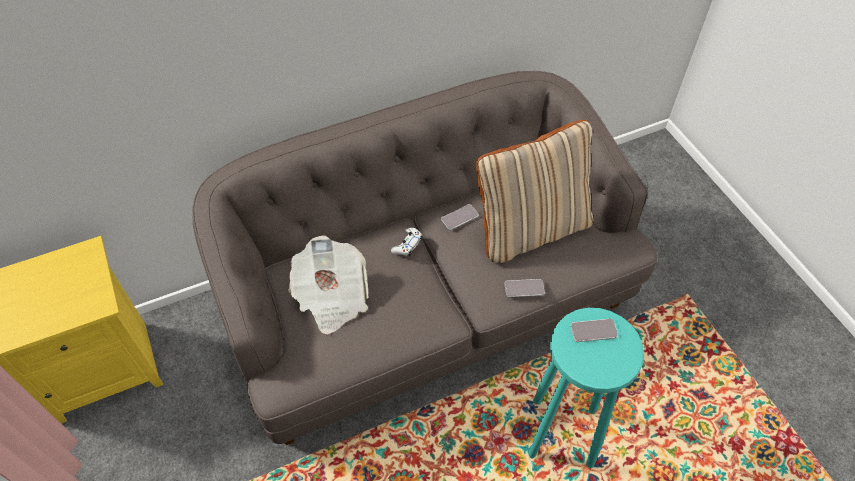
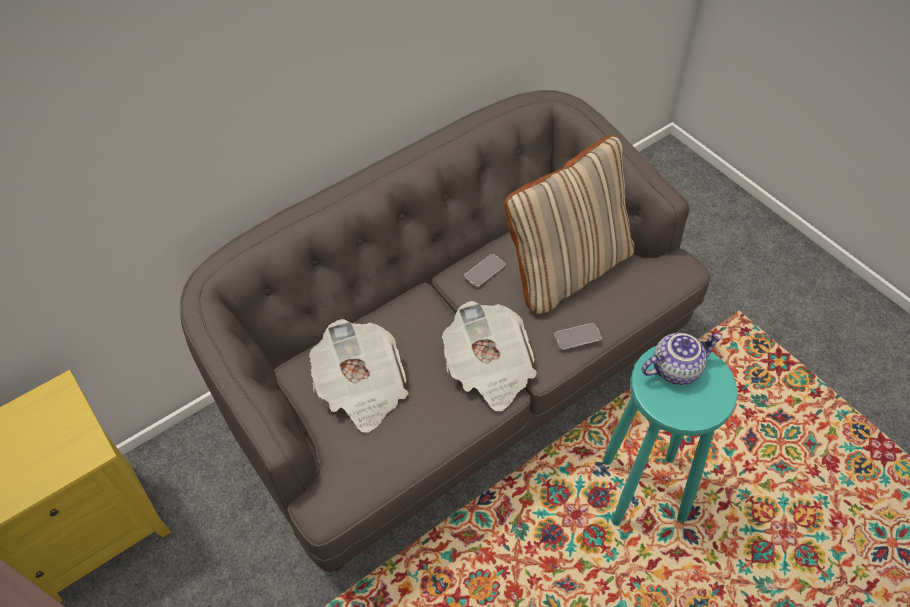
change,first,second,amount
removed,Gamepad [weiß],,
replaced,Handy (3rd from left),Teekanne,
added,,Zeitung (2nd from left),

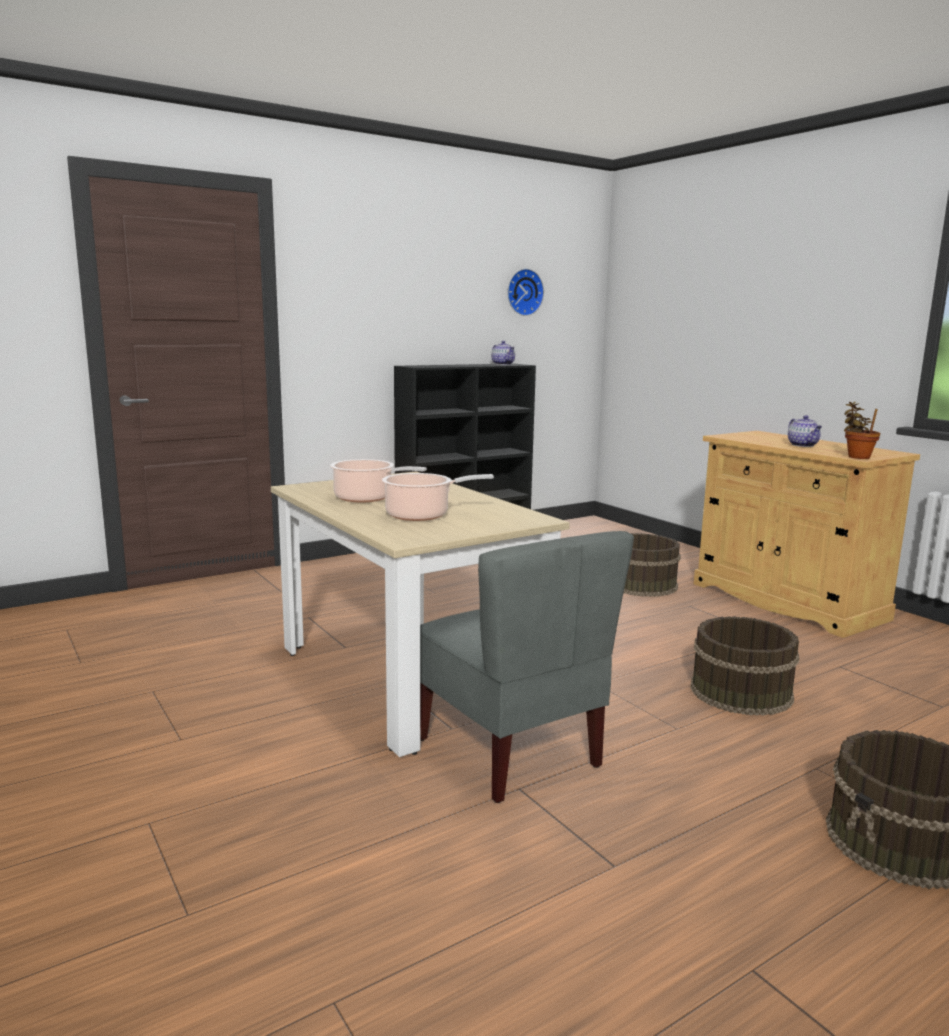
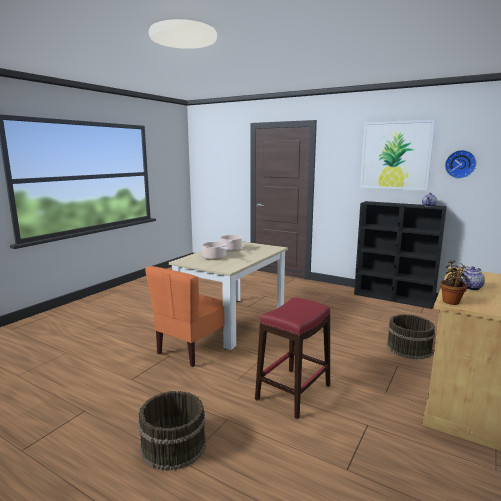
change,first,second,amount
recoloured,Stuhl [grau],Stuhl [orange],
replaced,Eimer [braun] (2nd from left),Hocker [rot],
added,,Bild,

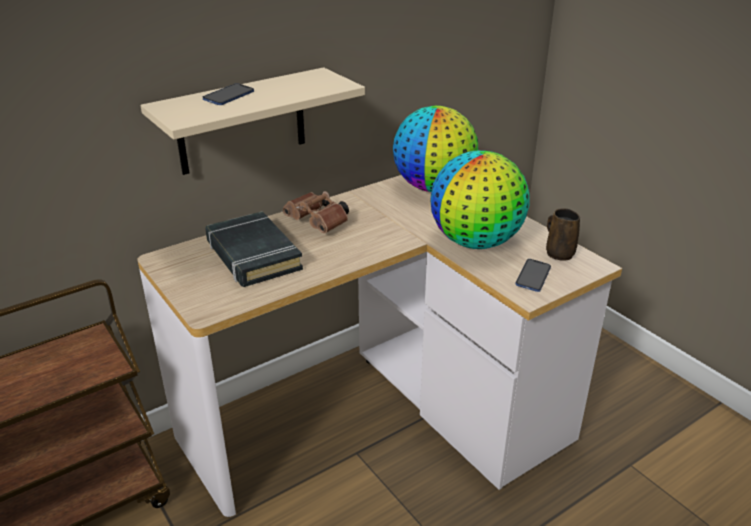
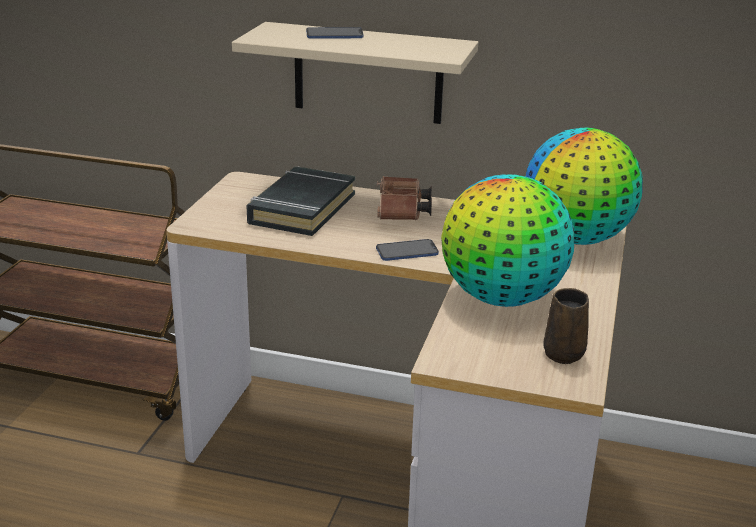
change,first,second,amount
moved,Handy (2nd from left),,

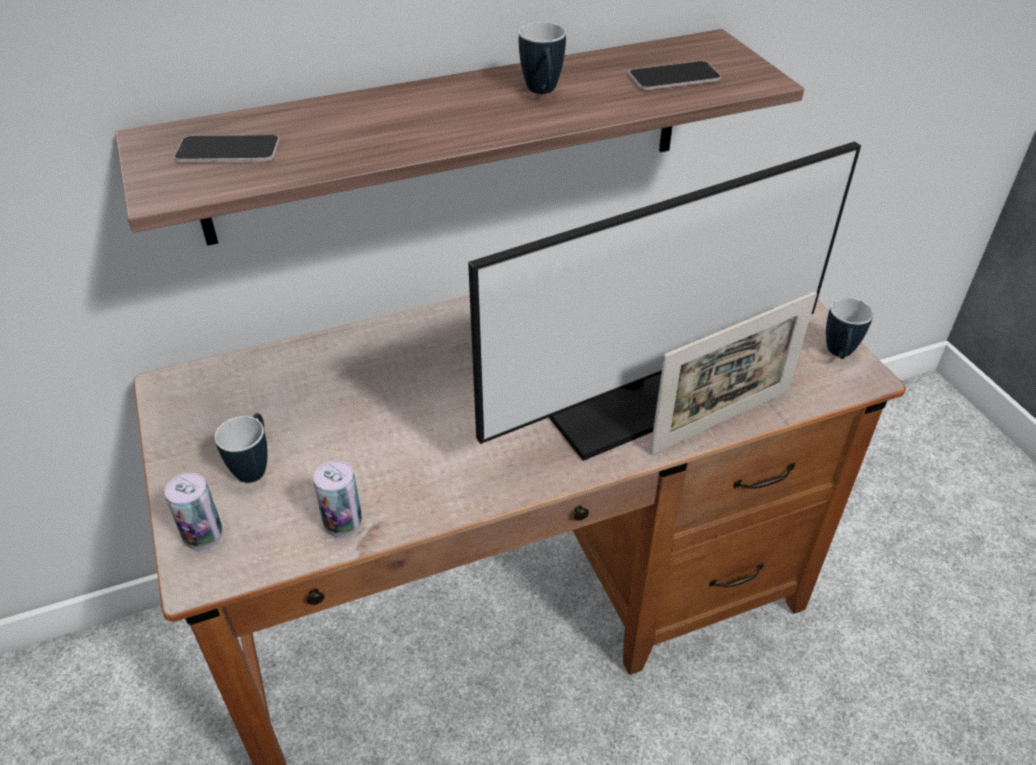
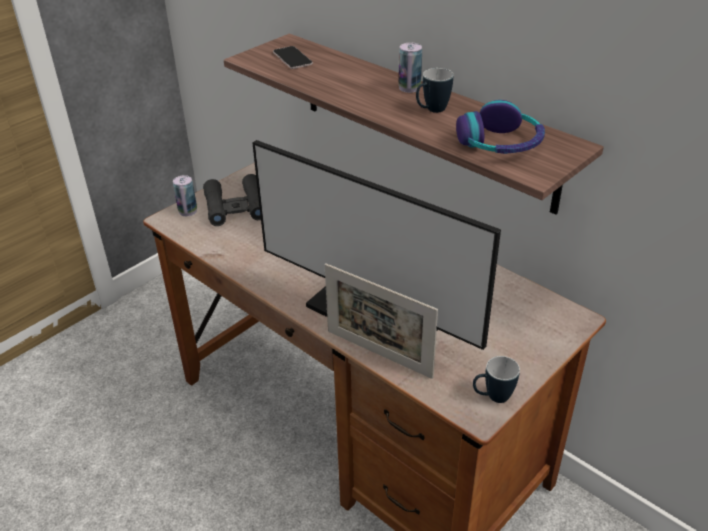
change,first,second,amount
replaced,Handy (2nd from left),Kopfhörer,
replaced,Henkelbecher (1st from left),Fernglas [schwarz],
moved,Dose (2nd from left),,

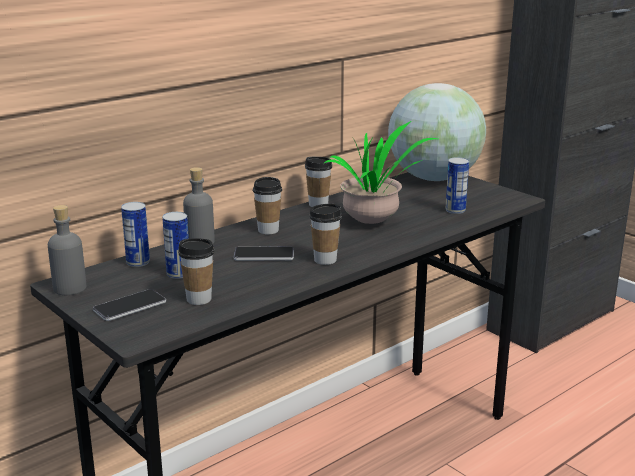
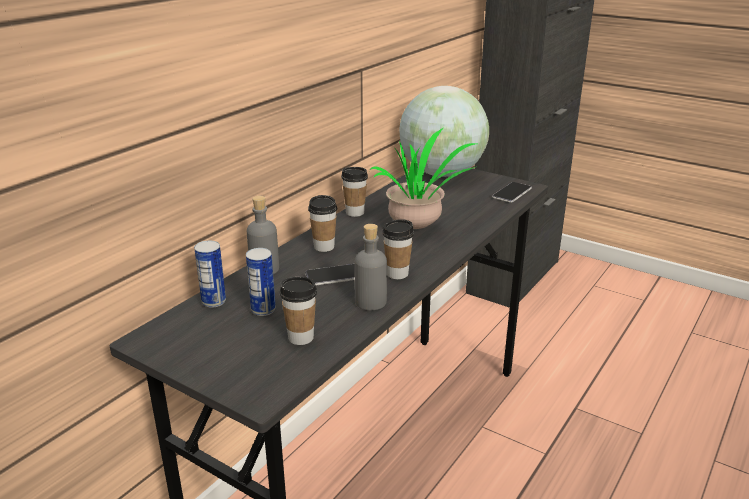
change,first,second,amount
removed,Dose (3rd from left),,
moved,Flasche [grau] (1st from left in the first image),Flasche [grau] (2nd from left),
moved,Handy (1st from left in the first image),Handy (2nd from left),

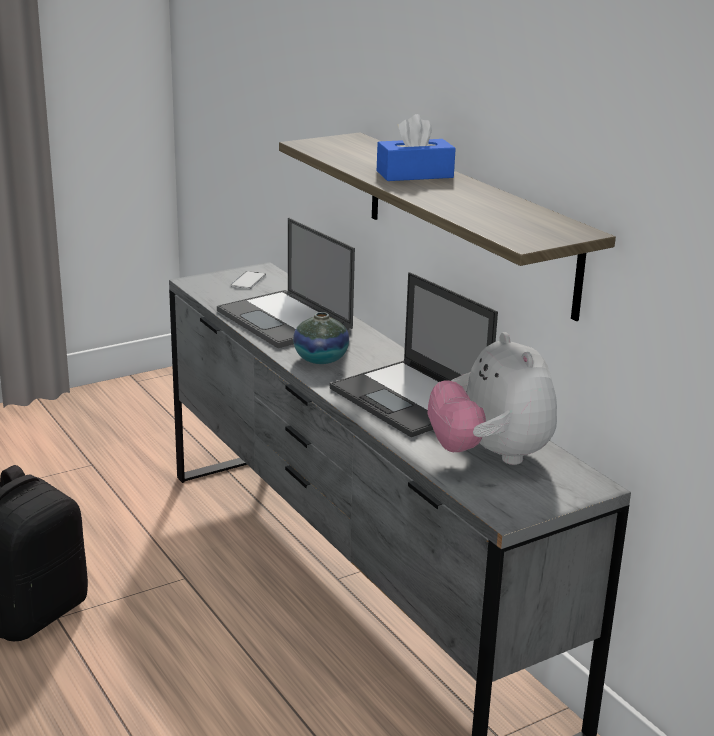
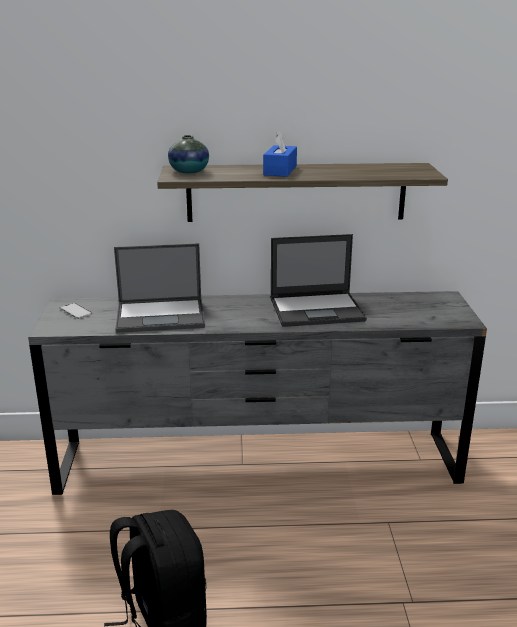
change,first,second,amount
moved,Vase,,
removed,Plüschtier,,

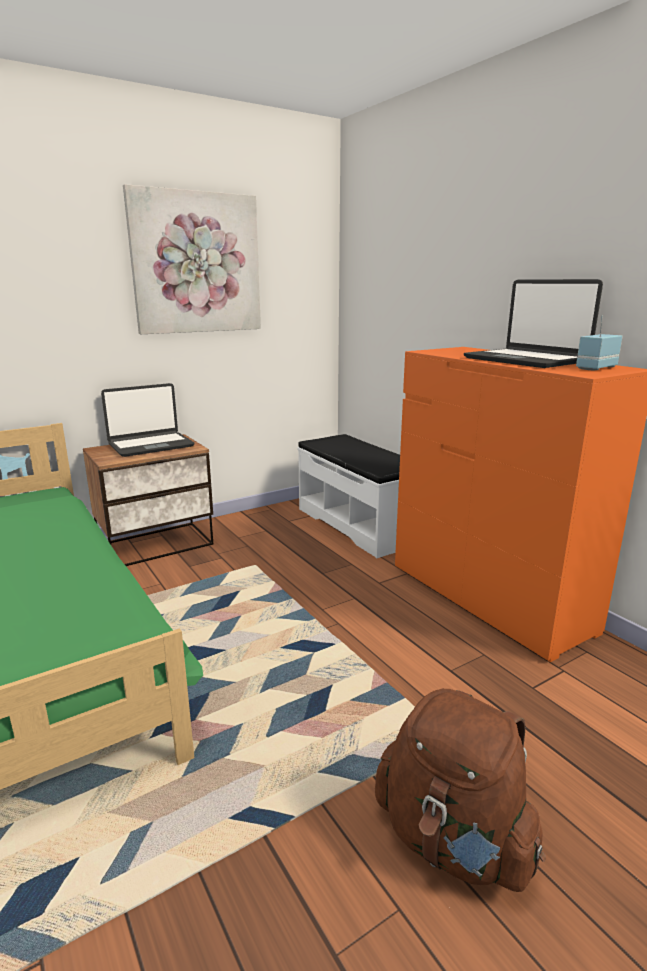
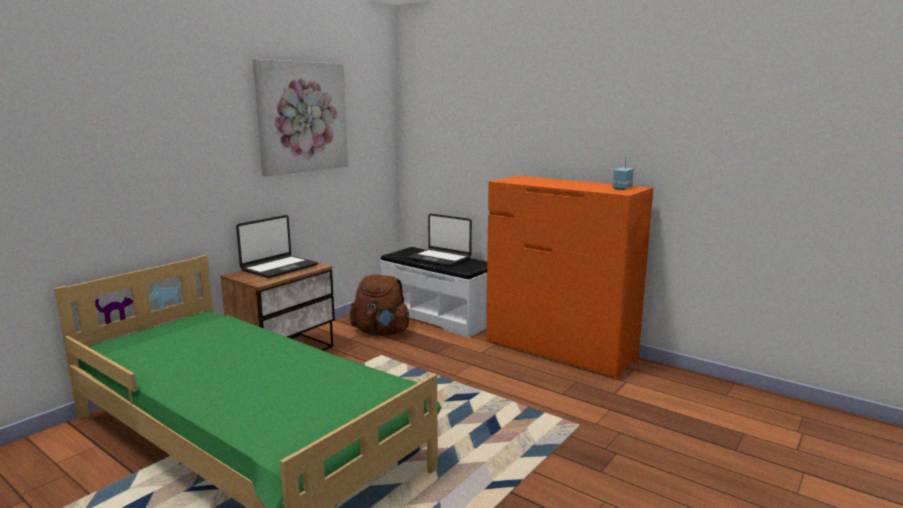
change,first,second,amount
moved,Laptop (2nd from left),,
moved,Rucksack [braun],,

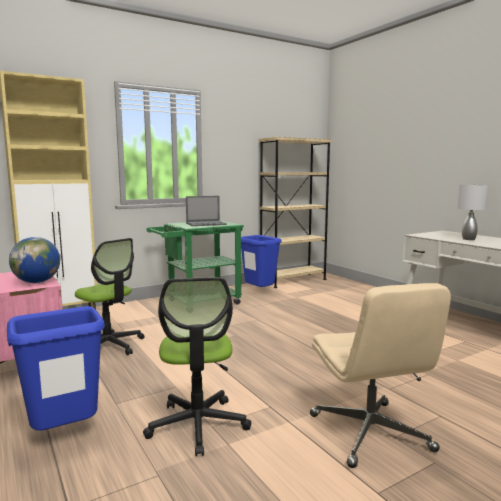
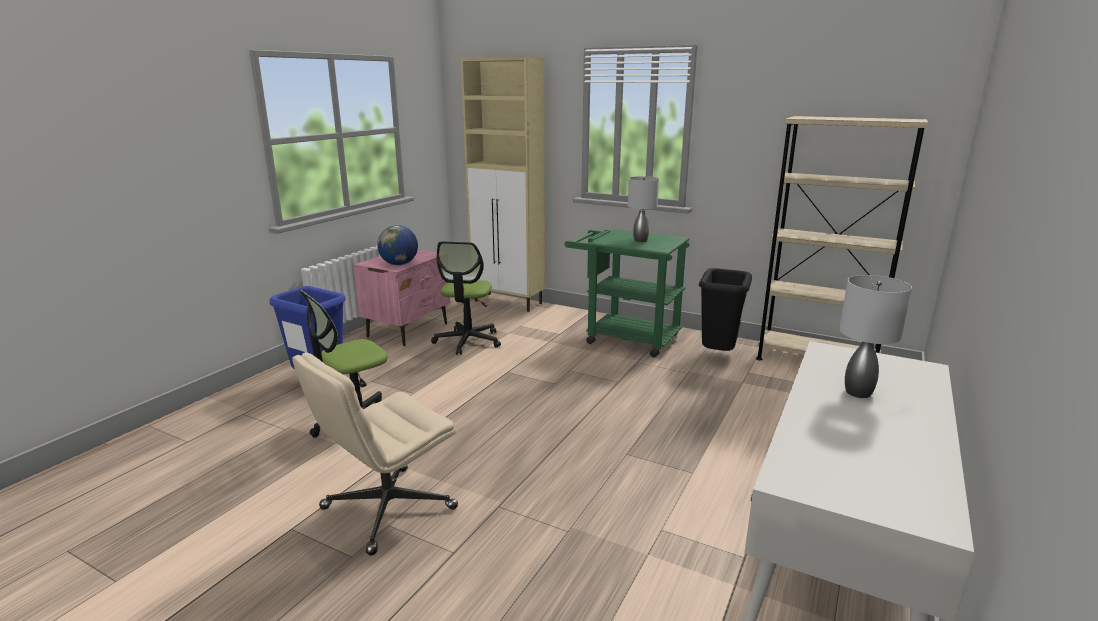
change,first,second,amount
replaced,Laptop,Tischlampe [grau] (1st from left),
recoloured,Mülleimer [blau] (2nd from left),Mülleimer [schwarz],

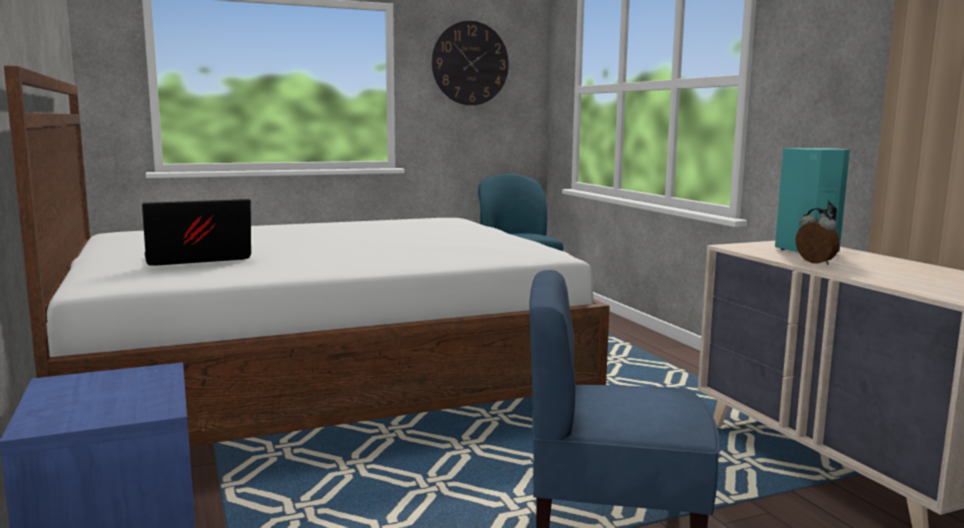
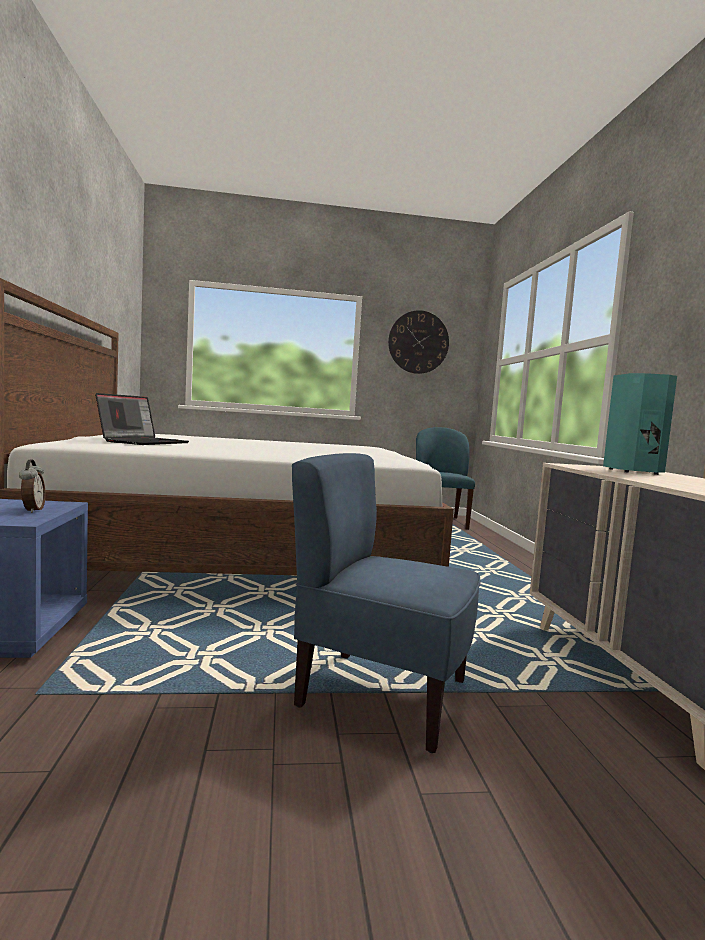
change,first,second,amount
turned,Laptop,,120 degrees clockwise
moved,Wecker,,

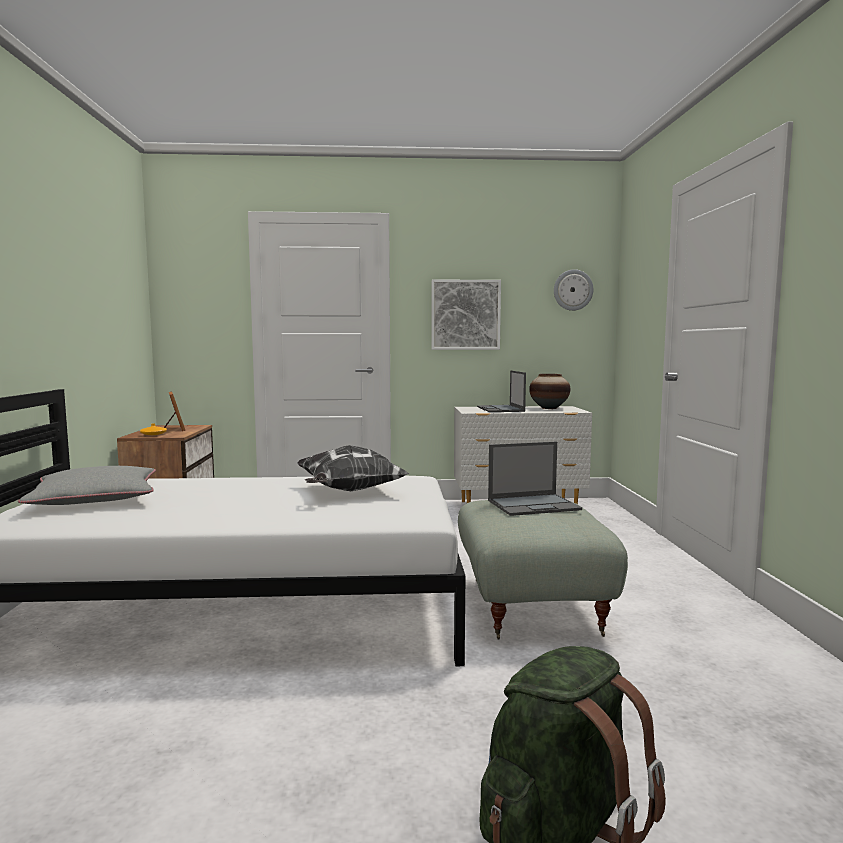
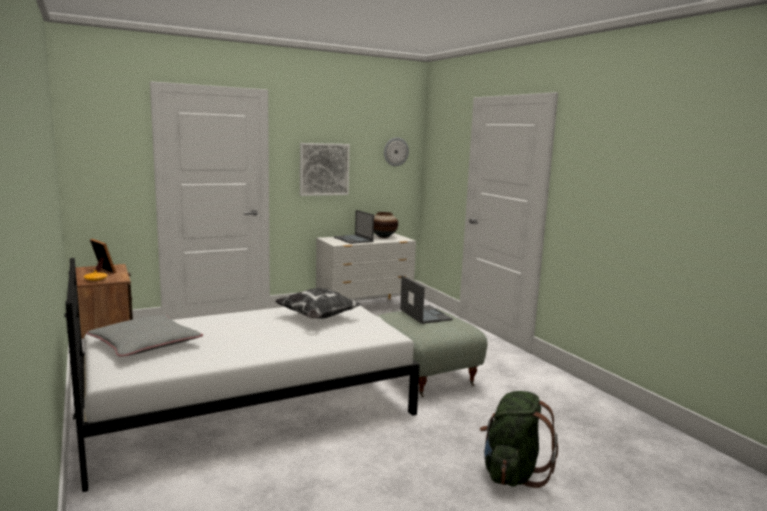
change,first,second,amount
turned,Laptop (2nd from left),,75 degrees counterclockwise

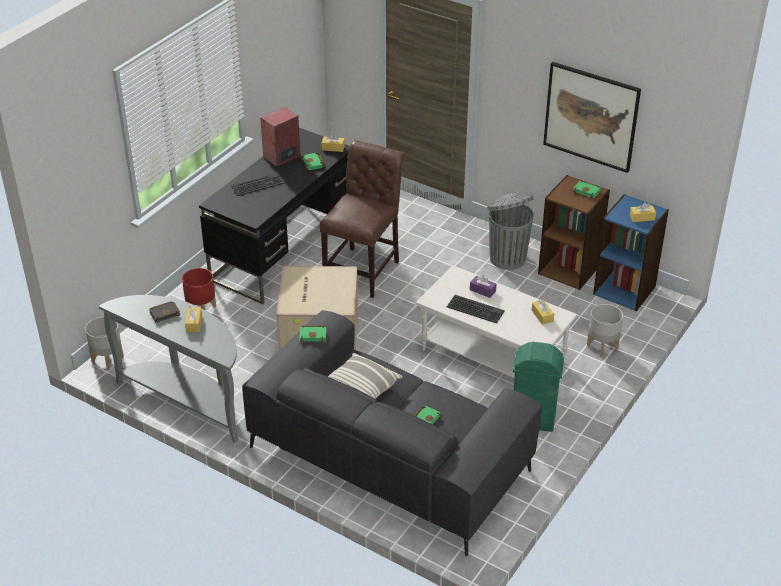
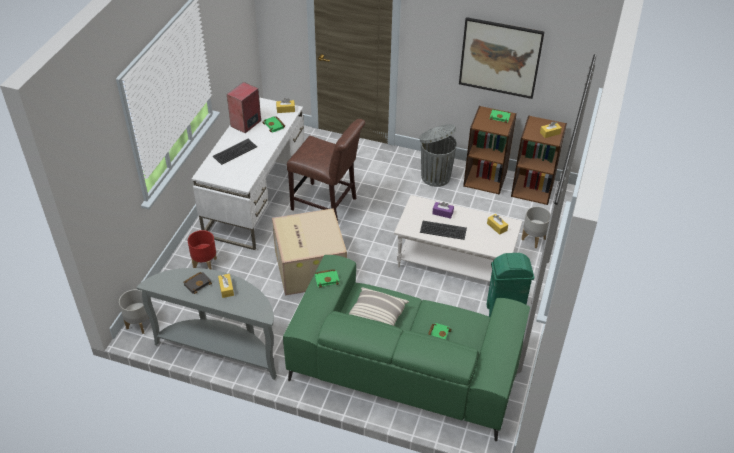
change,first,second,amount
recoloured,Schreibtisch [schwarz],Schreibtisch [weiß],
turned,Stuhl [braun],,105 degrees clockwise
recoloured,Bücherregal [blau],Bücherregal [braun] (2nd from left),
recoloured,Sofa [grau],Sofa [grün],

